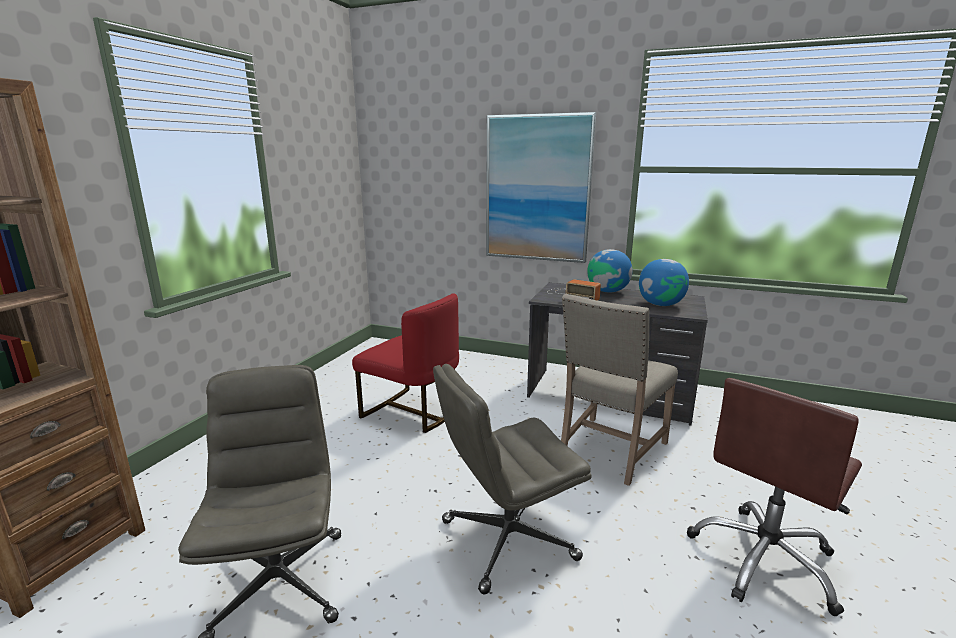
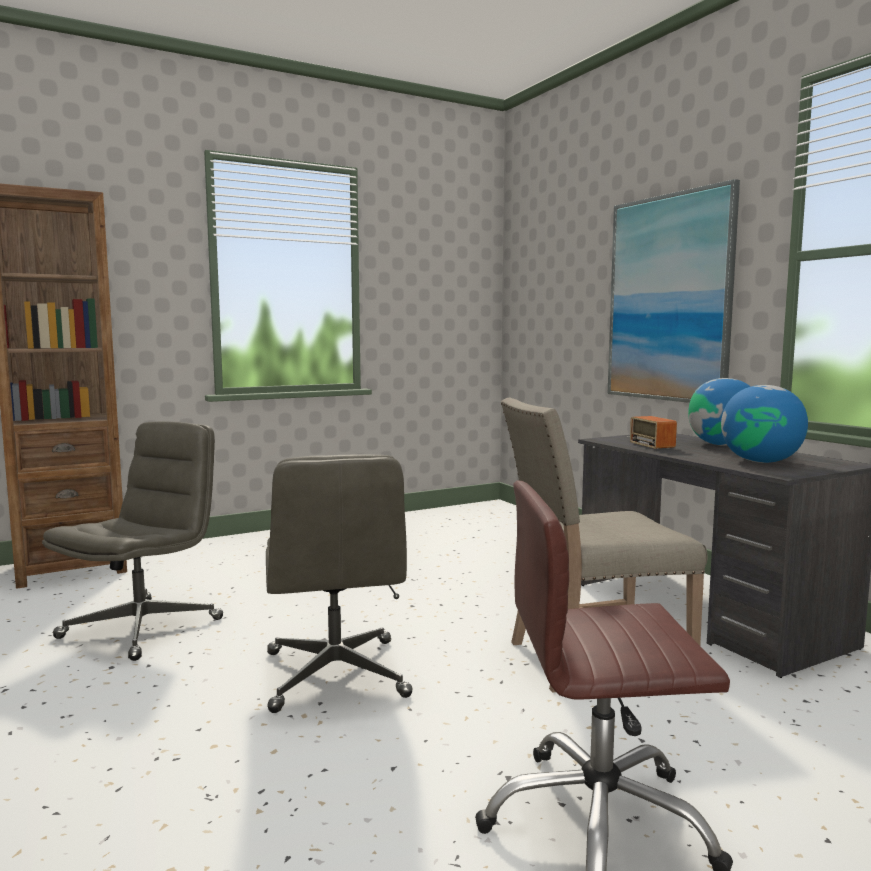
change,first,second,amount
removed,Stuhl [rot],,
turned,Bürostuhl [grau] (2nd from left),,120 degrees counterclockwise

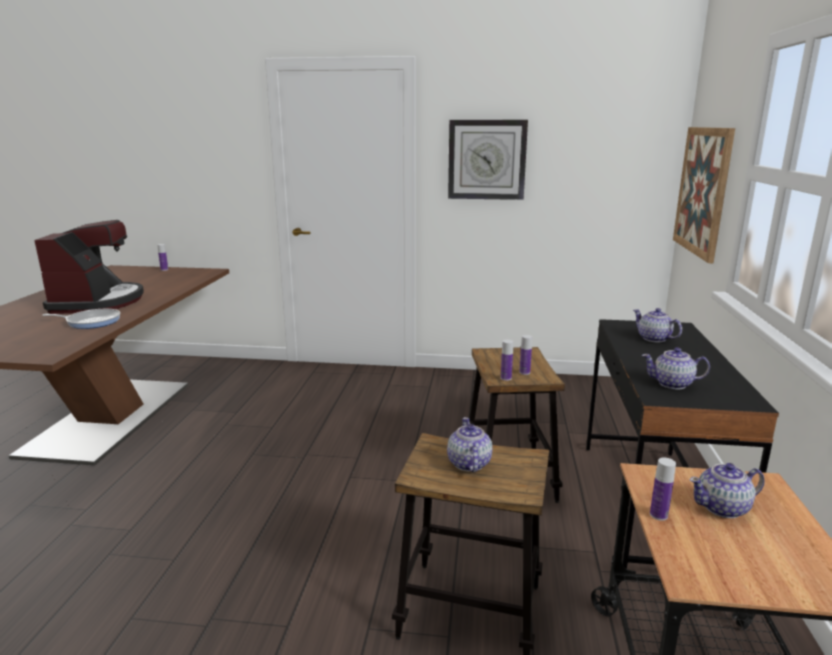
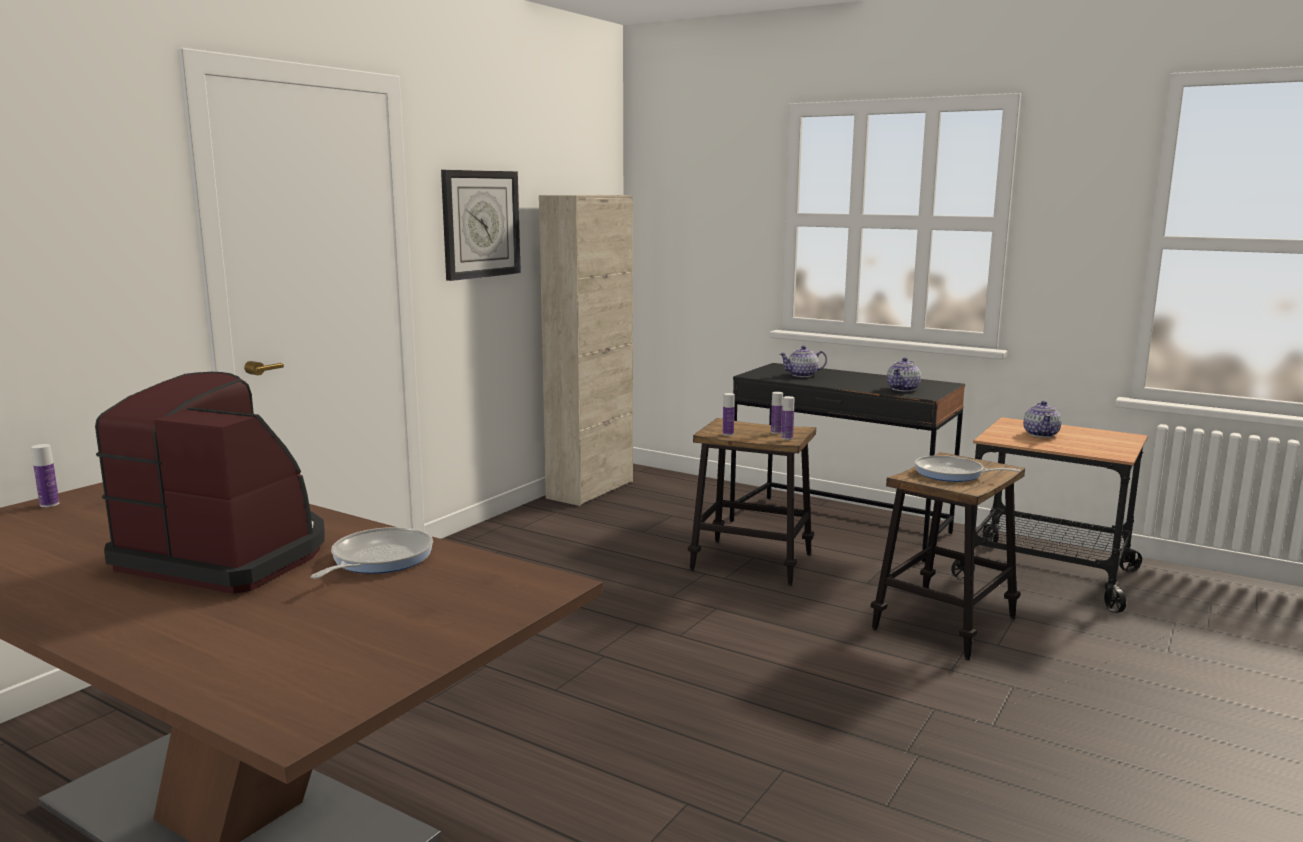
change,first,second,amount
removed,Bild,,
replaced,Teekanne (1st from left),Pfanne (2nd from left),
moved,Flasche (4th from left in the first image),Flasche (2nd from left),
added,,Schrank [beige],

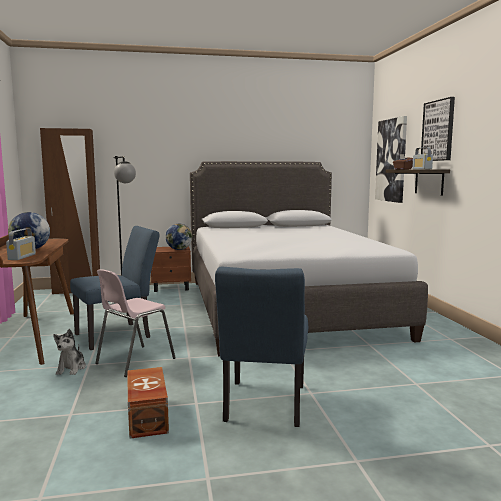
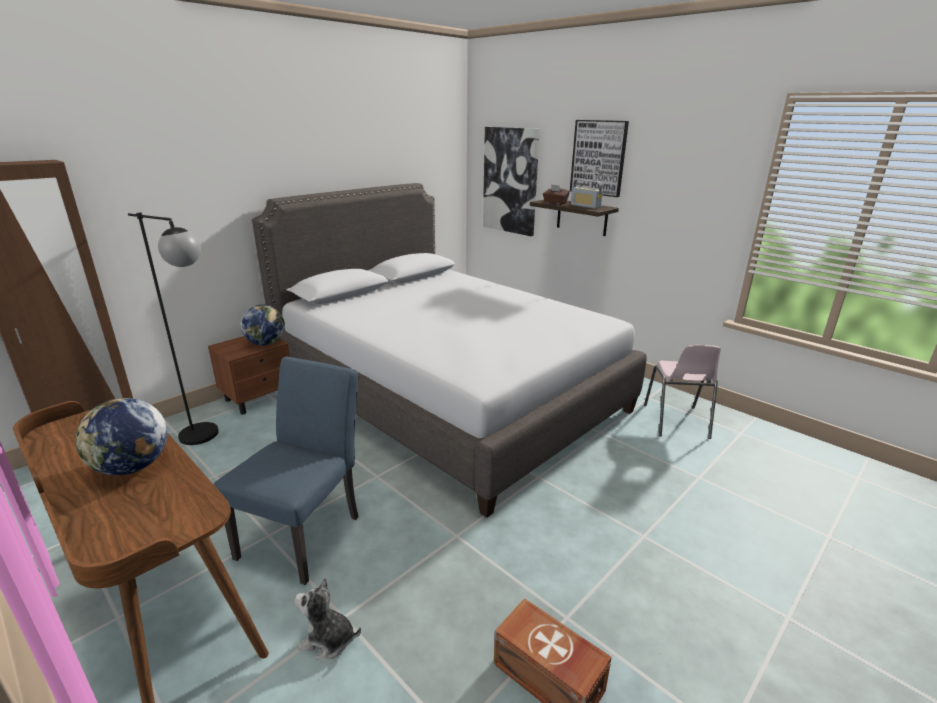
change,first,second,amount
removed,Radio (1st from left),,
removed,Stuhl [blau] (2nd from left),,
moved,Stuhl [rosa],,
turned,Plüschtier,,135 degrees clockwise

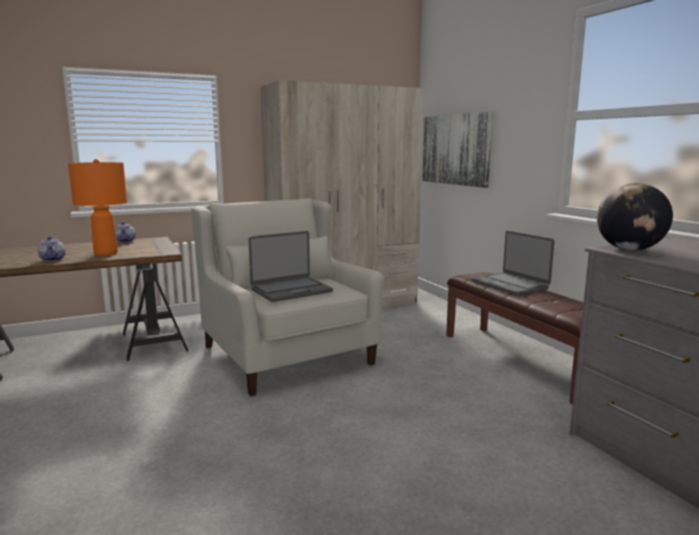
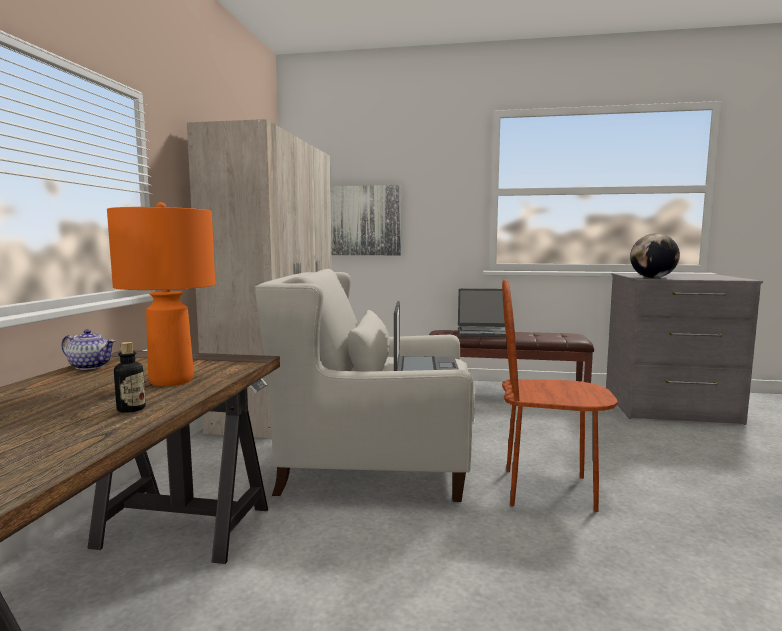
change,first,second,amount
replaced,Teekanne (1st from left),Flasche,
added,,Stuhl [braun],

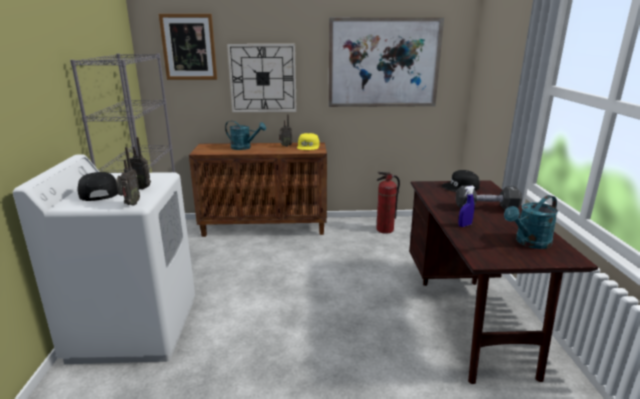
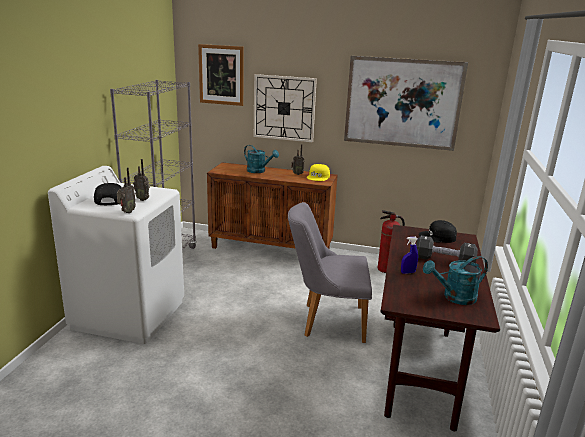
change,first,second,amount
added,,Stuhl [grau],

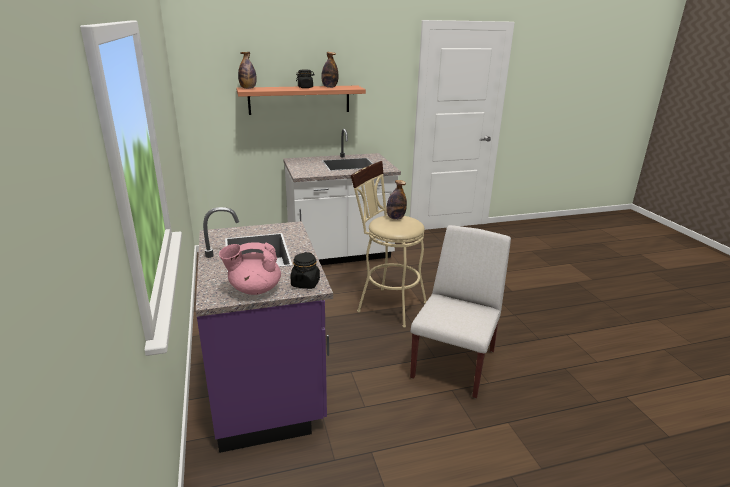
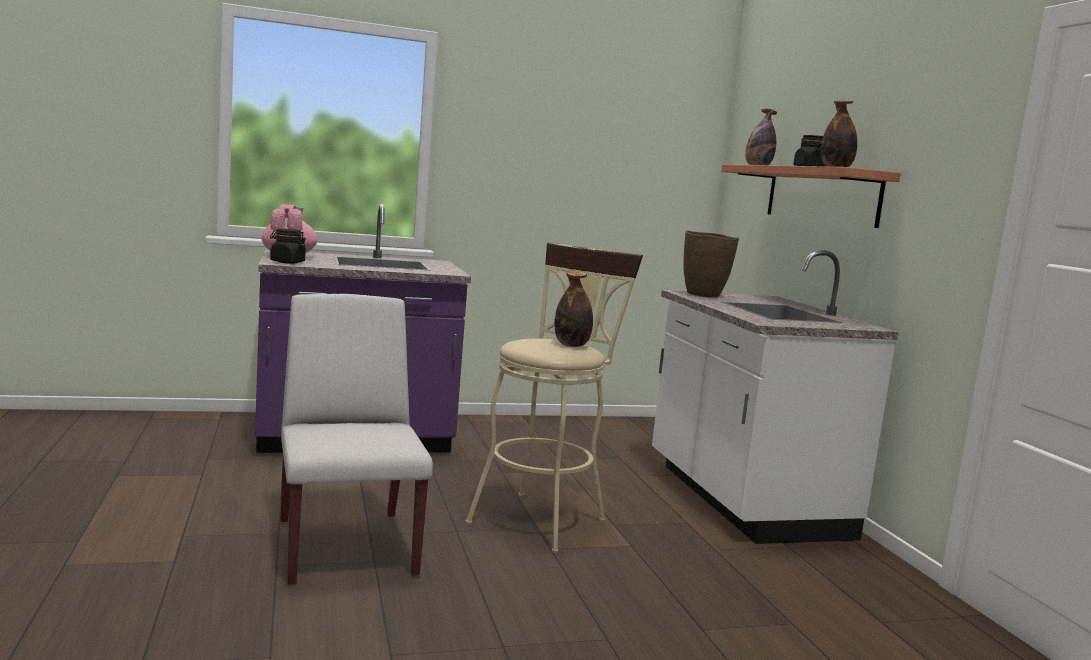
change,first,second,amount
turned,Stuhl [weiß],,135 degrees counterclockwise
added,,Vase [braun],

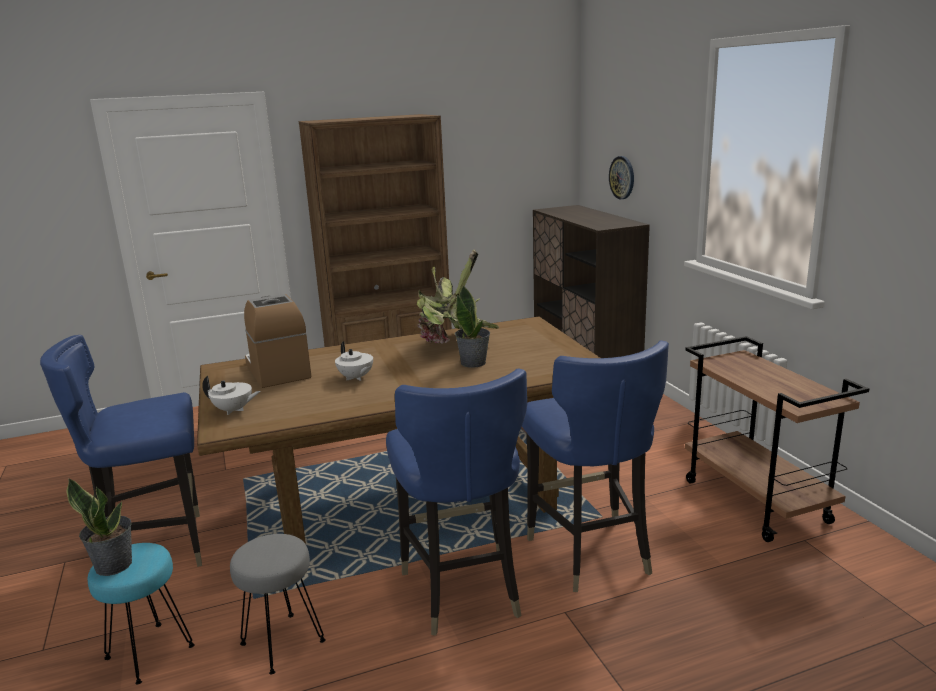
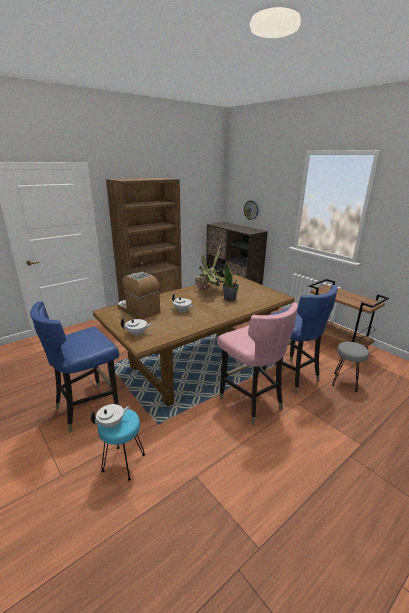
change,first,second,amount
recoloured,Stuhl [blau] (2nd from left),Stuhl [rosa],
replaced,Topfpflanze (1st from left),Teekanne [weiß] (1st from left),
moved,Hocker [grau],,

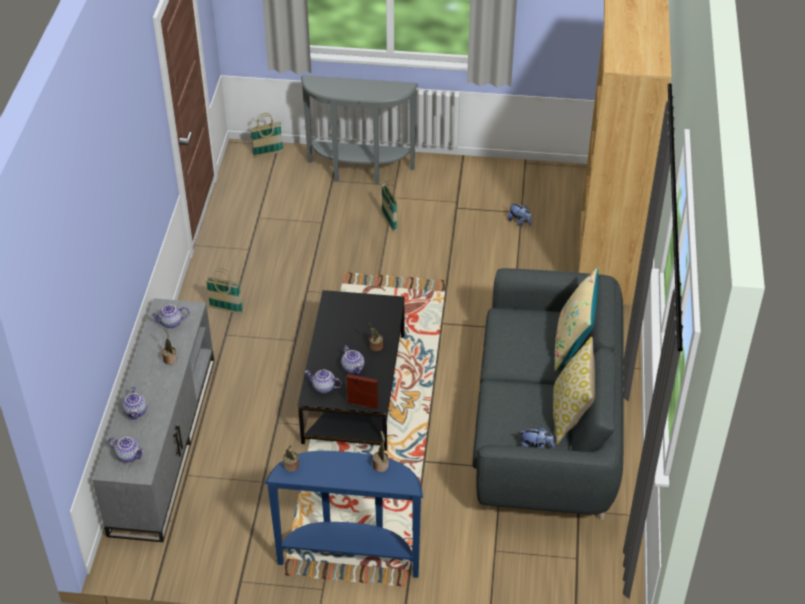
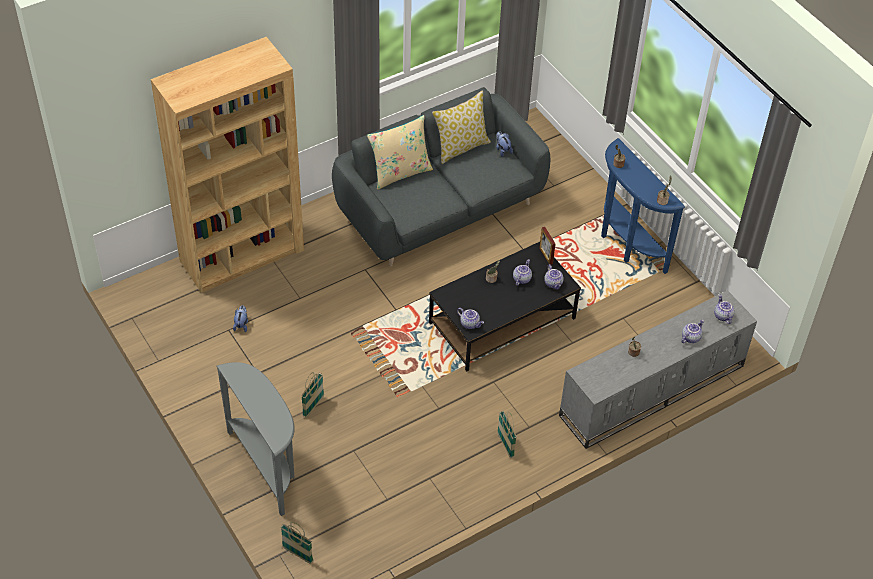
change,first,second,amount
moved,Teekanne (3rd from left in the first image),Teekanne (1st from left),

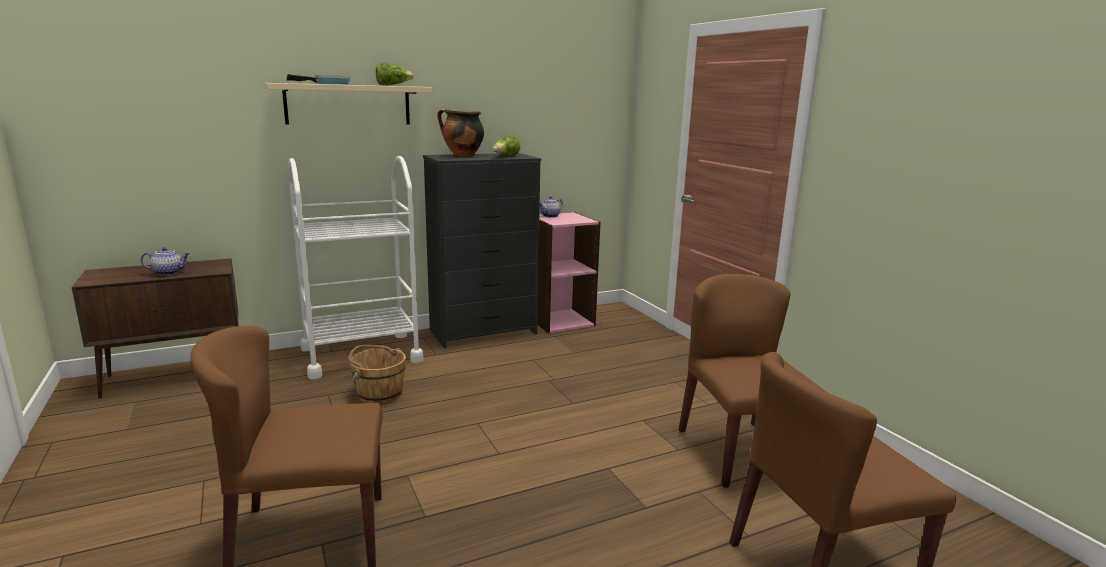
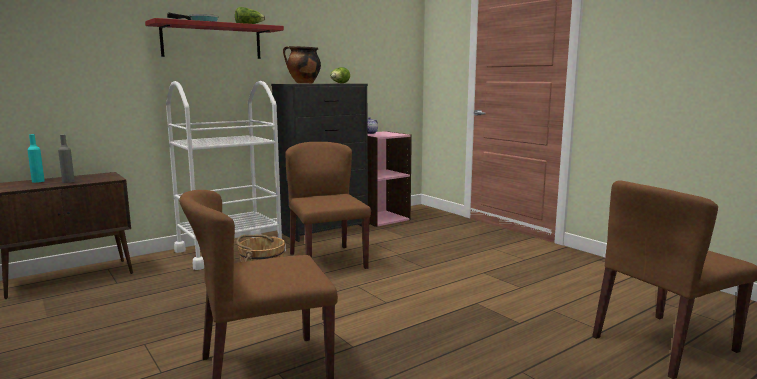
change,first,second,amount
recoloured,Wandregal [beige],Wandregal [rot],
replaced,Teekanne (1st from left),Flasche [grau],
moved,Stuhl [braun] (2nd from left),,
added,,Flasche [türkis],

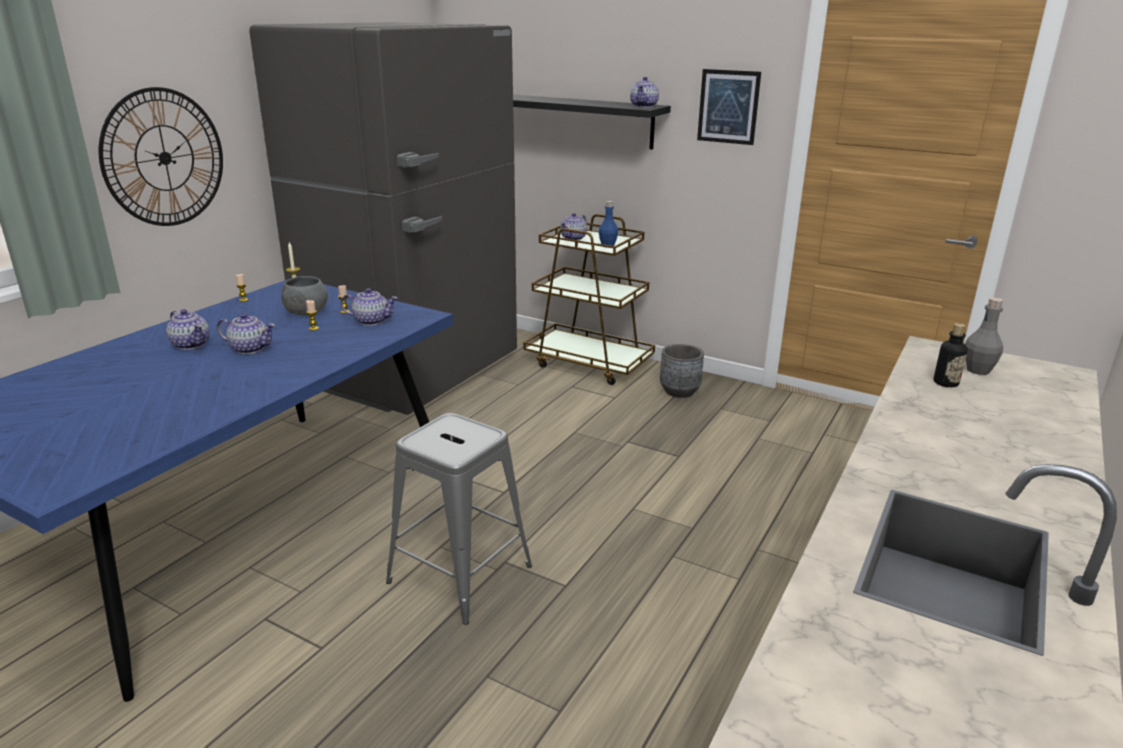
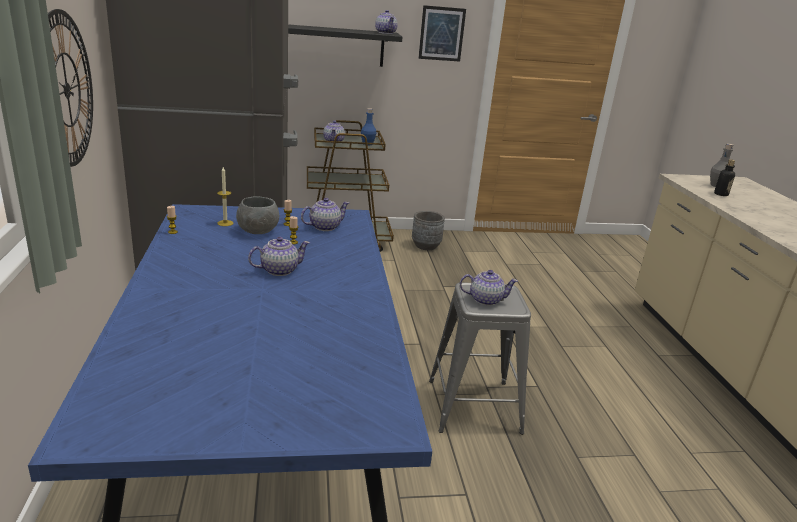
change,first,second,amount
moved,Teekanne (1st from left in the first image),Teekanne (5th from left),

